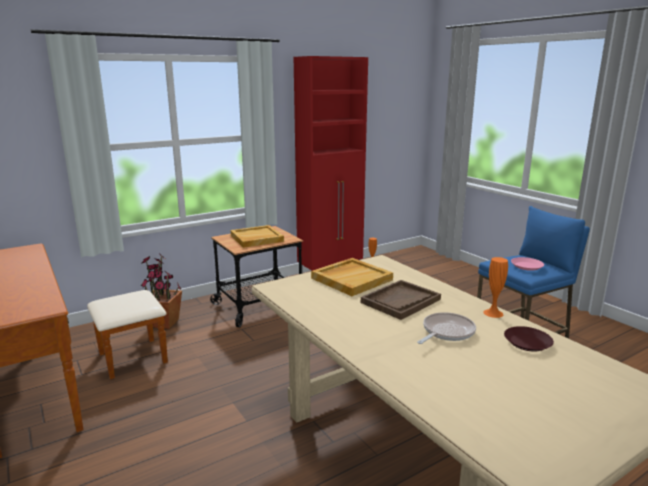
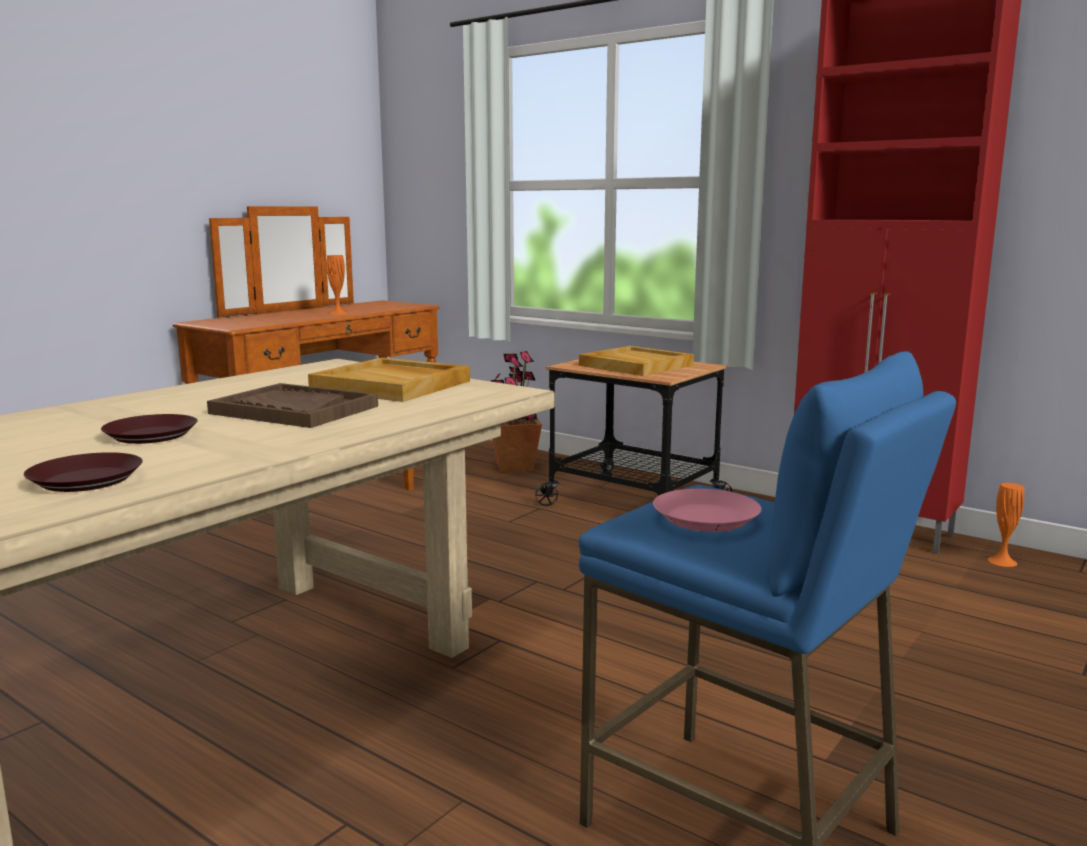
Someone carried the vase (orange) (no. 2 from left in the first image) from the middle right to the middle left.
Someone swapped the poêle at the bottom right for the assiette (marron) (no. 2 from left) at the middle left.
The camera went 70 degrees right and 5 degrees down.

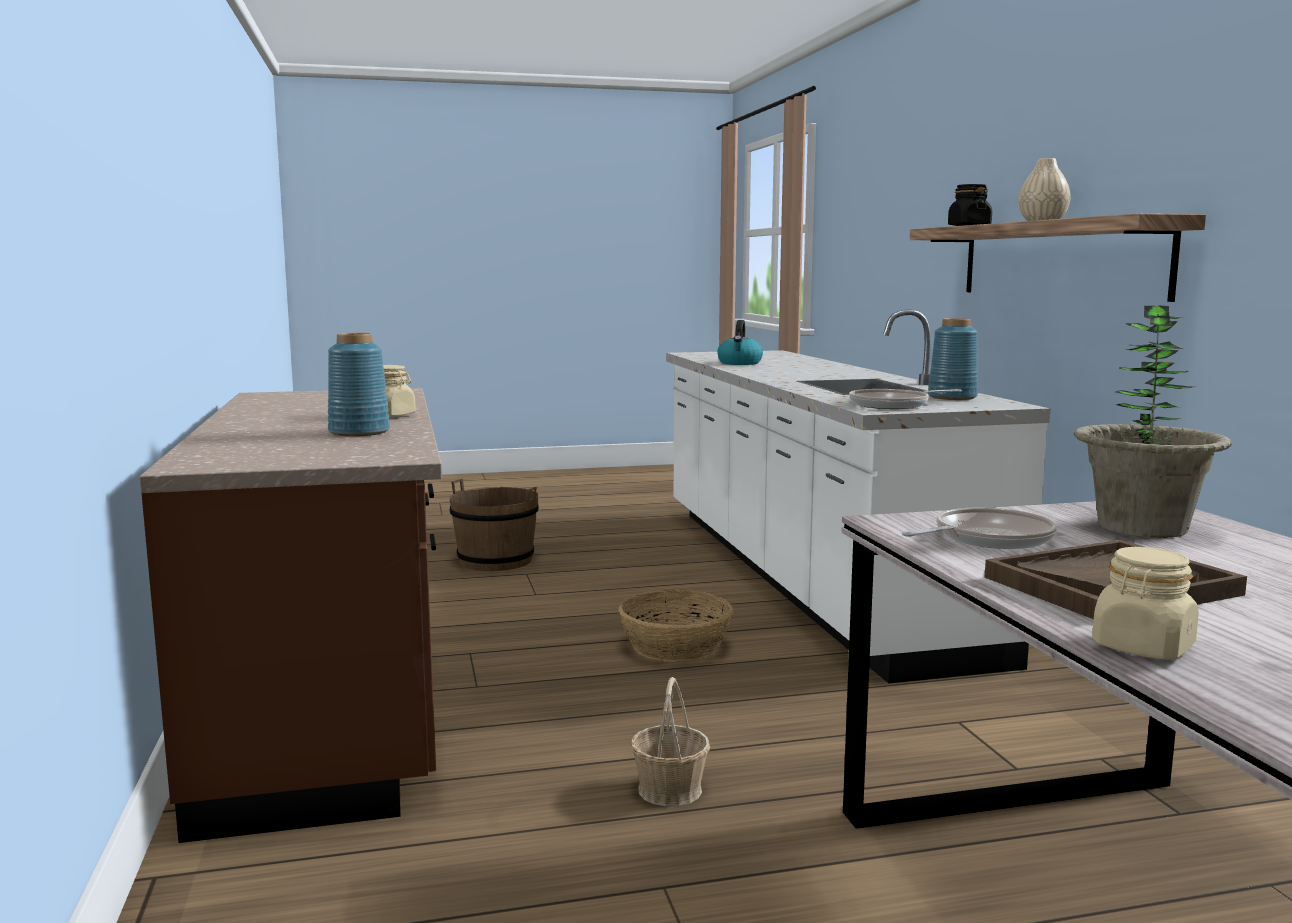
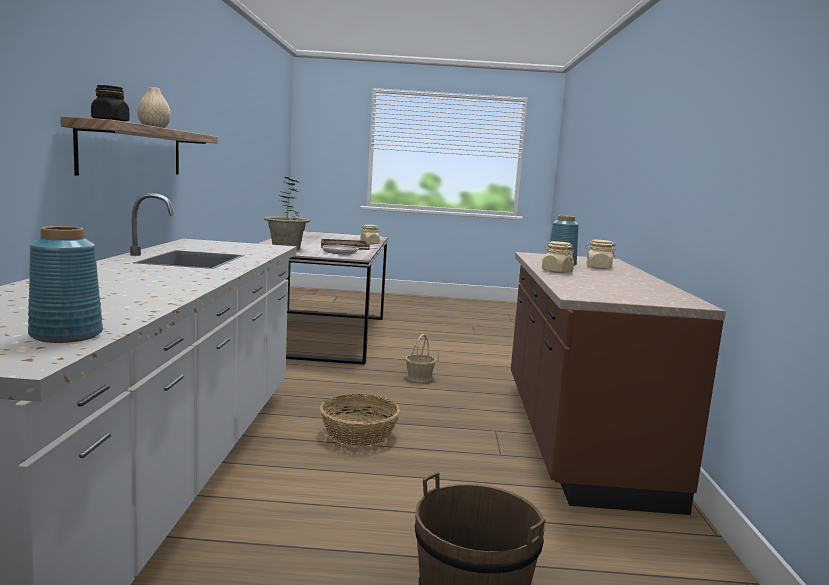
Someone took away the bouilloire at the centre.
Someone took away the poêle (no. 1 from left) at the middle right.
Someone put down the bocal (beige) (no. 3 from left) at the middle right.
Someone carried the vase (bleu) (no. 2 from left in the first image) from the middle right to the middle left.
The camera went 165 degrees left and 0 degrees up.

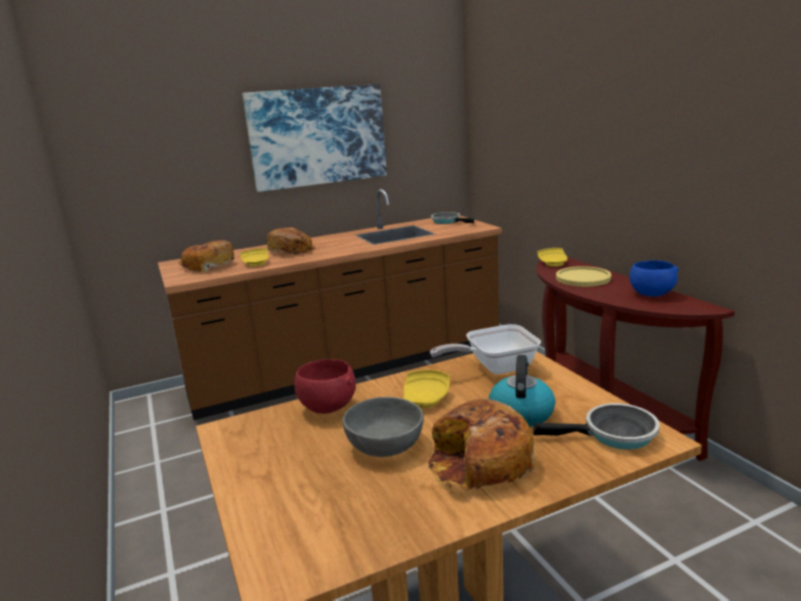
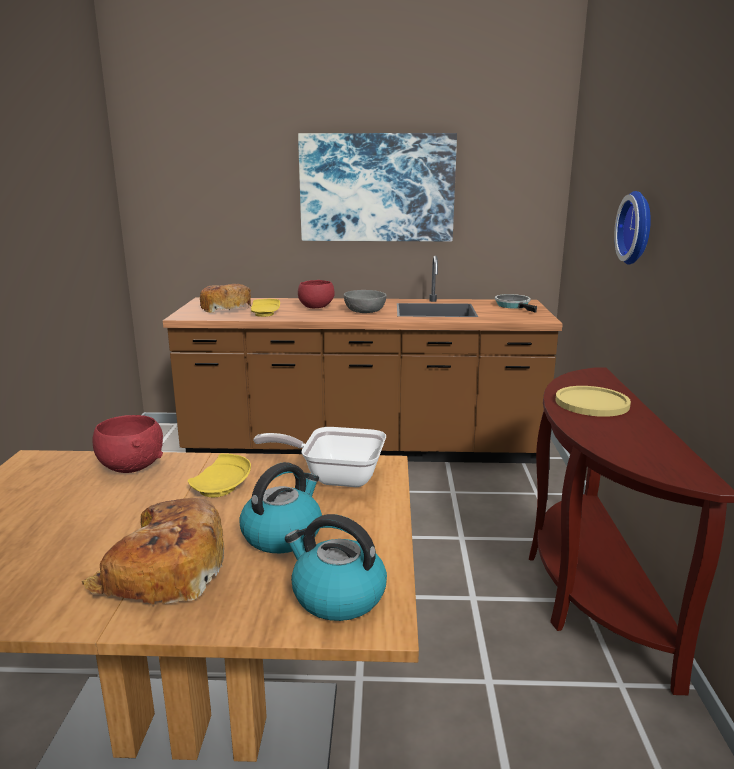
Someone took away the assiette (jaune) (no. 3 from left) at the middle right.
Someone took away the bol (bleu) at the middle right.
Someone put up the horloge murale at the top right.
Someone carried the bol (gris) from the bottom centre to the centre.
Someone swapped the pain (no. 2 from left) at the centre for the bol (rouge) (no. 2 from left) at the centre.
Someone swapped the poêle (no. 3 from left) at the bottom right for the bouilloire (no. 2 from left) at the bottom centre.
The camera went 25 degrees right and 0 degrees up.

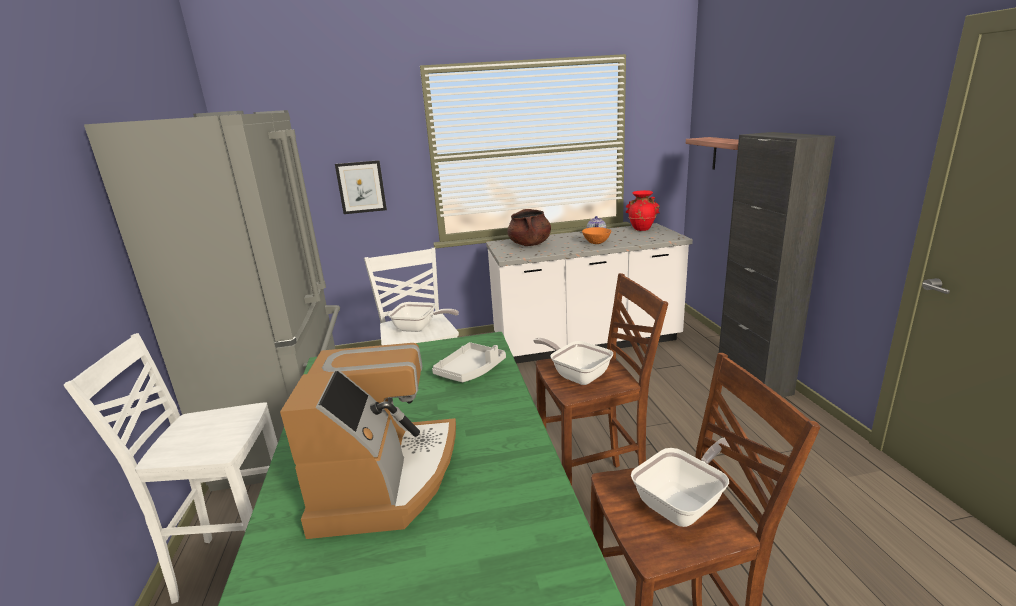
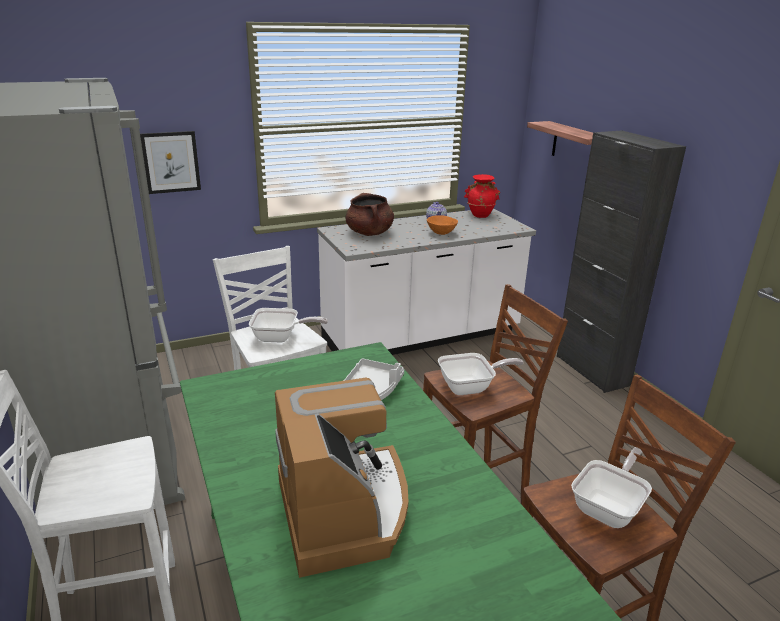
Someone rotated the poêle (no. 2 from left) at the centre by 135 degrees clockwise.
The camera went 15 degrees left and 5 degrees up.

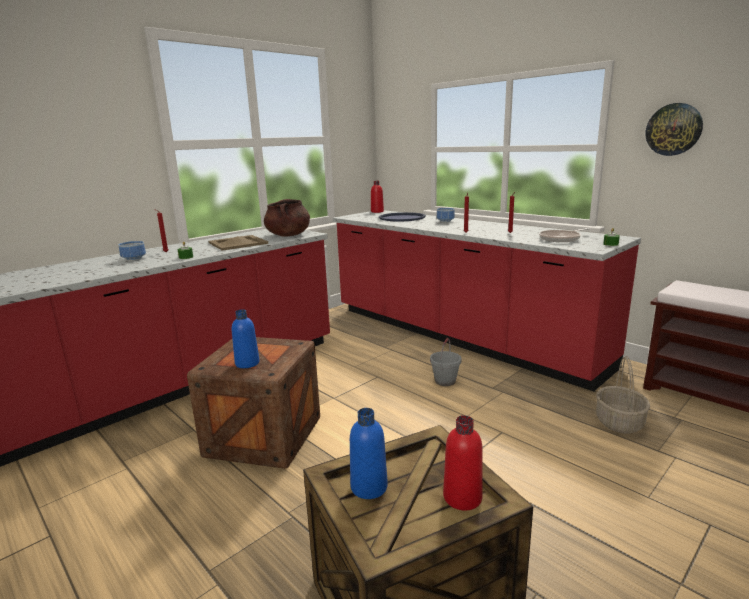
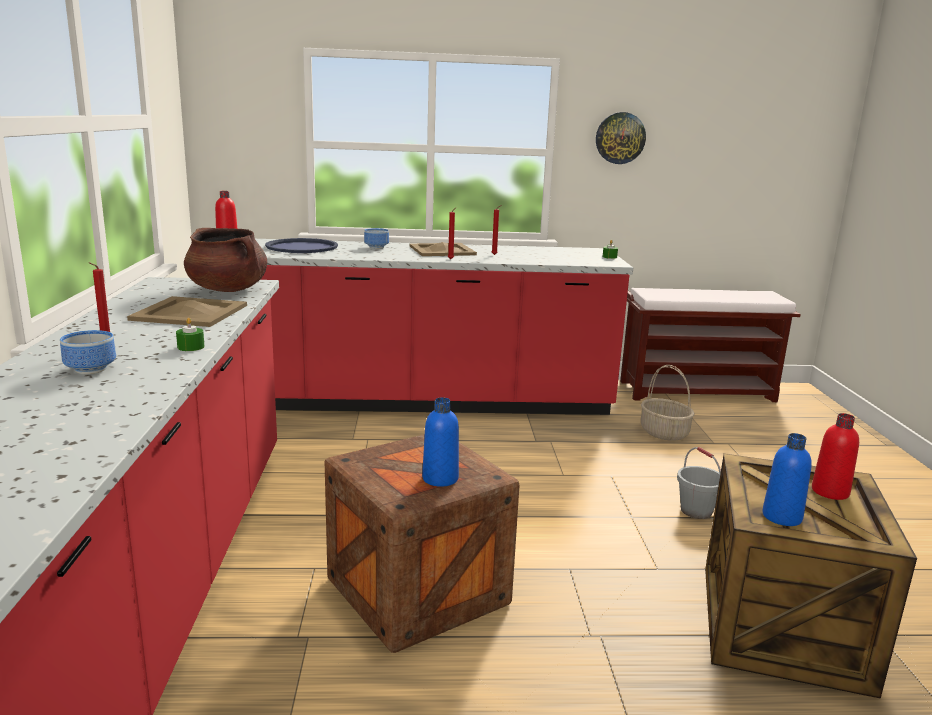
Someone took away the poêle at the middle right.
Someone put down the plateau (beige) (no. 2 from left) at the centre.
Someone carried the seau (gris) from the centre to the bottom right.
The camera went 50 degrees left and 0 degrees up.

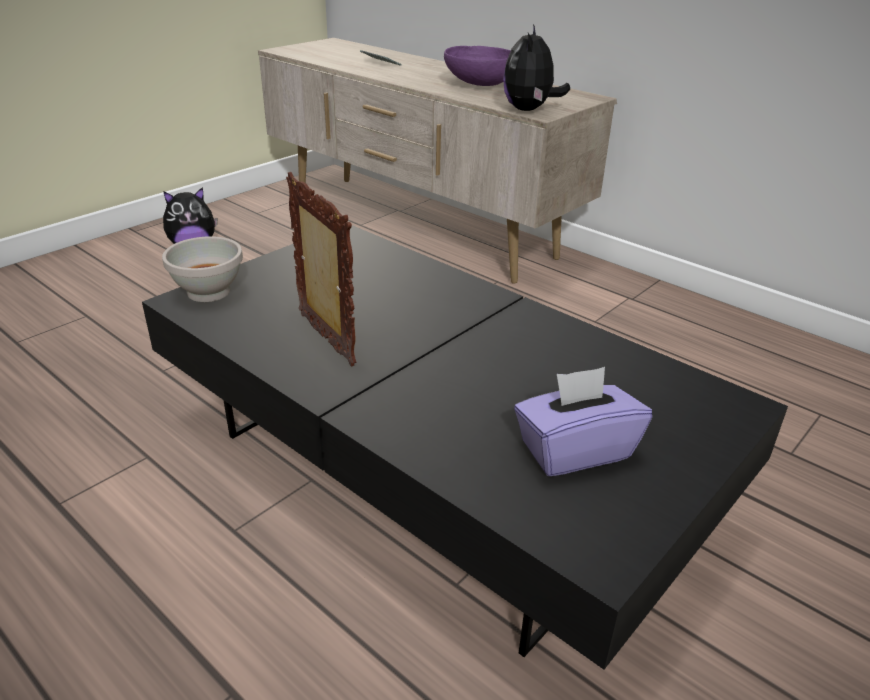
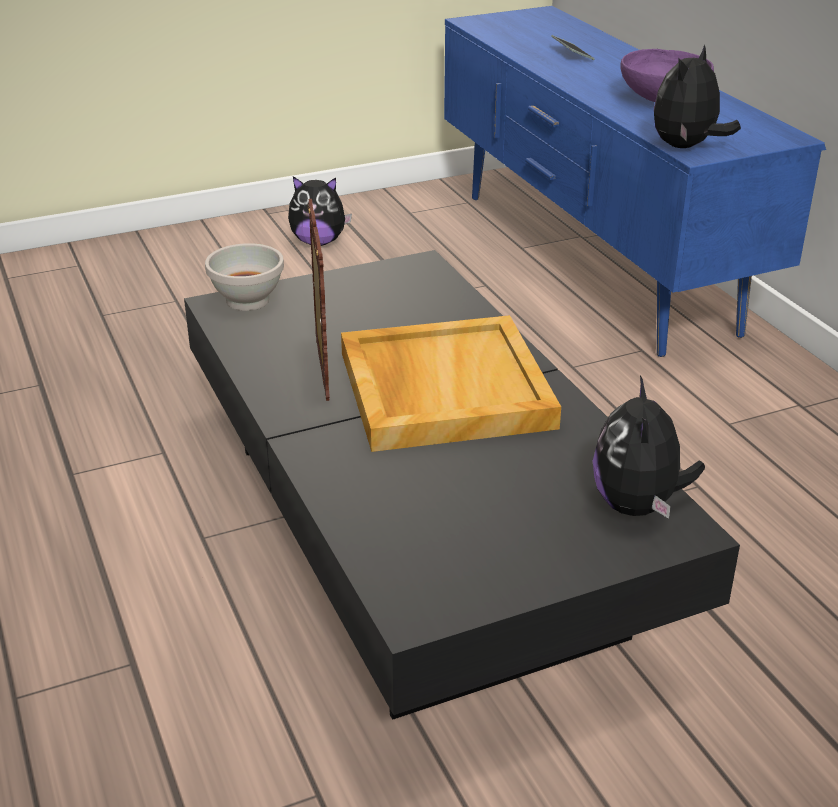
Someone took away the boîte à mouchoirs (violet) at the middle right.
Someone put down the plateau (beige) at the centre.
Someone put down the peluche (no. 2 from left) at the middle right.
Someone repainted the meuble télé (beige) at the top centre, which became the meuble télé (bleu) at the top right.
The camera went 25 degrees right and 0 degrees up.

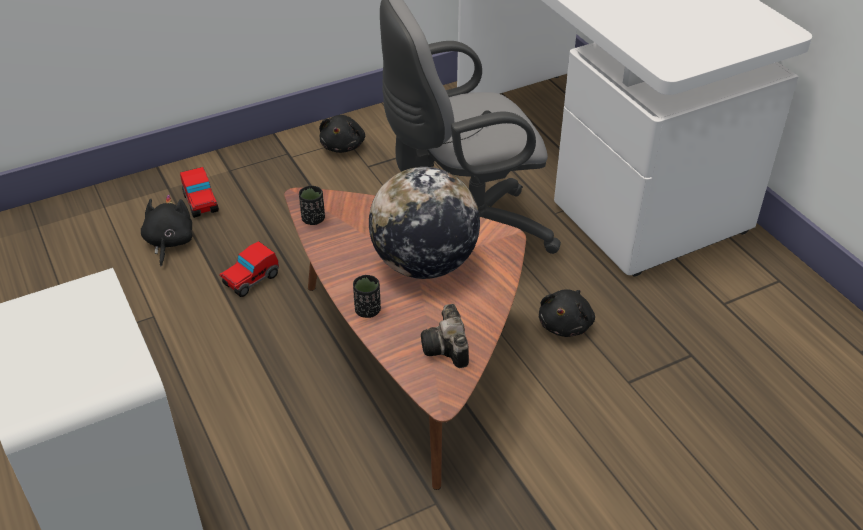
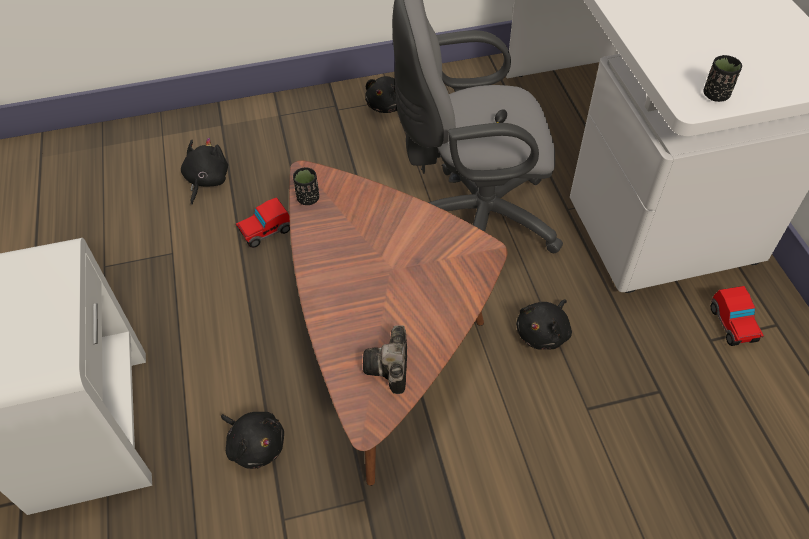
Someone took away the globe at the centre.
Someone put down the peluche (noir) (no. 2 from left) at the bottom left.
Someone carried the petite voiture (no. 1 from left in the first image) from the middle left to the middle right.
Someone carried the tasse (noir) (no. 2 from left) from the centre to the top right.
The camera went 15 degrees right and 10 degrees up.

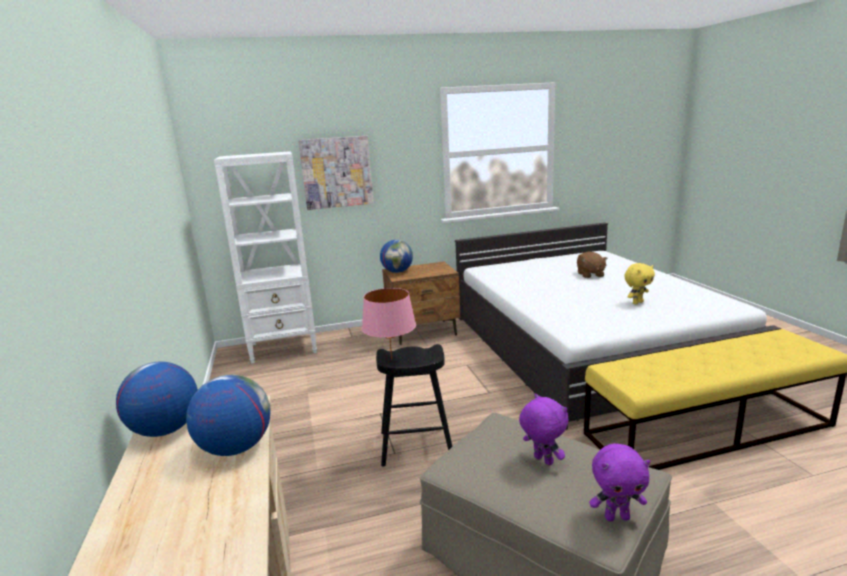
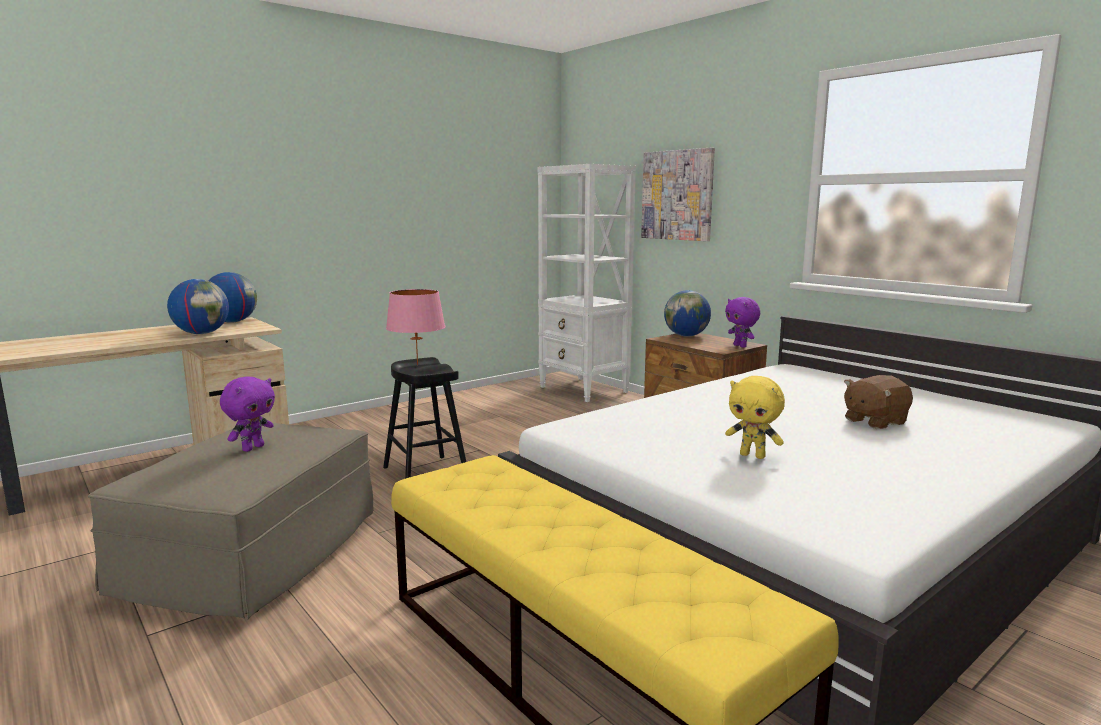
Someone carried the peluche (violet) (no. 2 from left) from the bottom right to the middle right.
The camera went 65 degrees right and 5 degrees down.

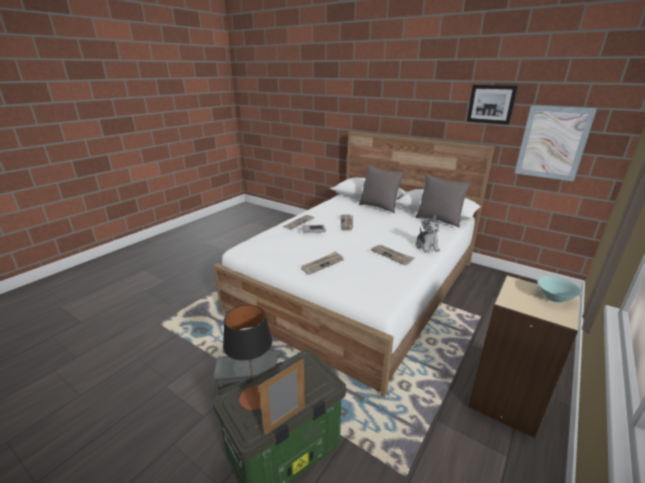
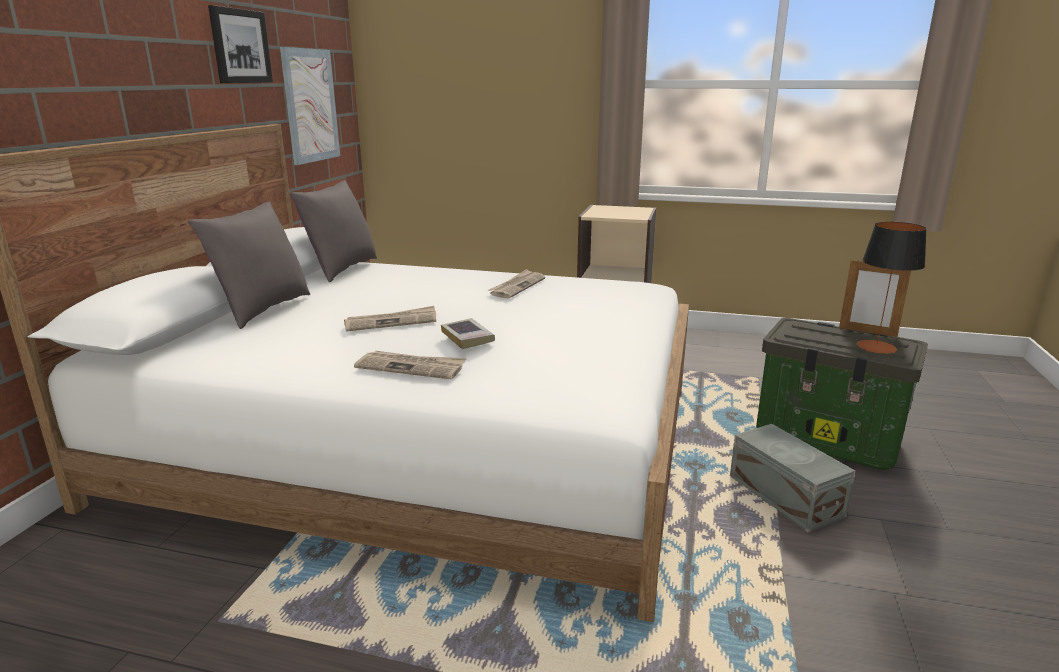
Someone took away the journal (no. 2 from left) at the centre.
Someone took away the peluche at the centre.
Someone took away the bol (turquoise) at the middle right.
The camera went 110 degrees left and 5 degrees down.

